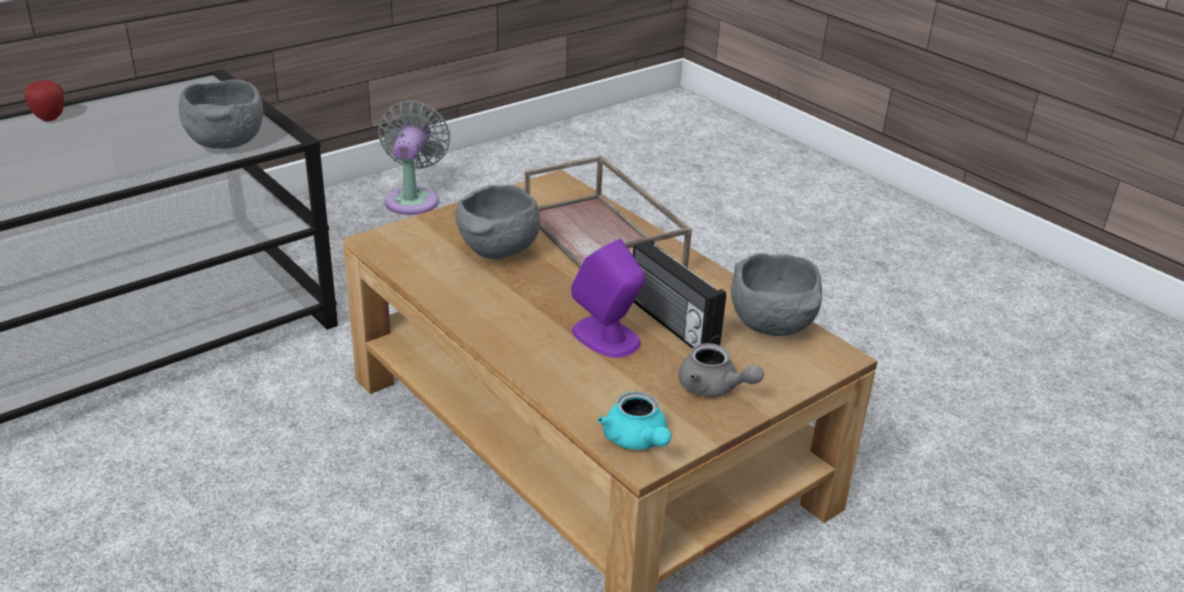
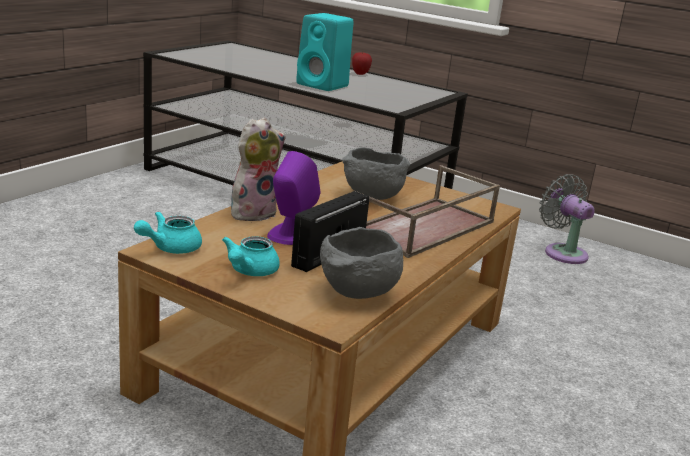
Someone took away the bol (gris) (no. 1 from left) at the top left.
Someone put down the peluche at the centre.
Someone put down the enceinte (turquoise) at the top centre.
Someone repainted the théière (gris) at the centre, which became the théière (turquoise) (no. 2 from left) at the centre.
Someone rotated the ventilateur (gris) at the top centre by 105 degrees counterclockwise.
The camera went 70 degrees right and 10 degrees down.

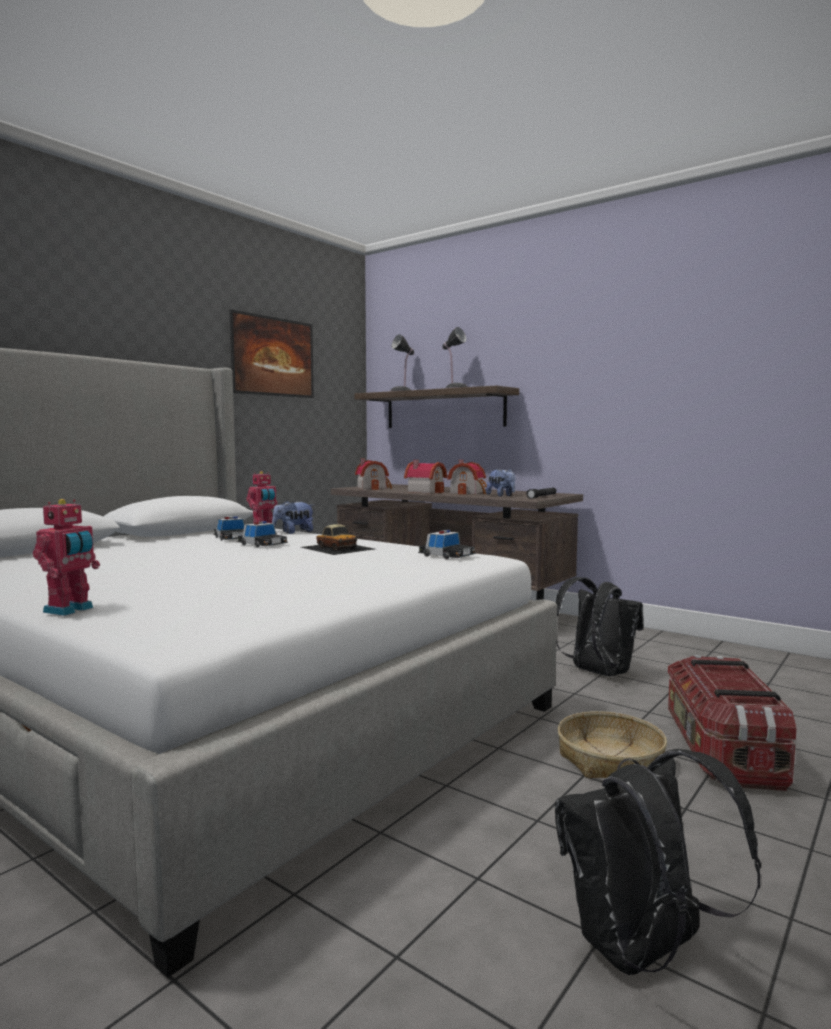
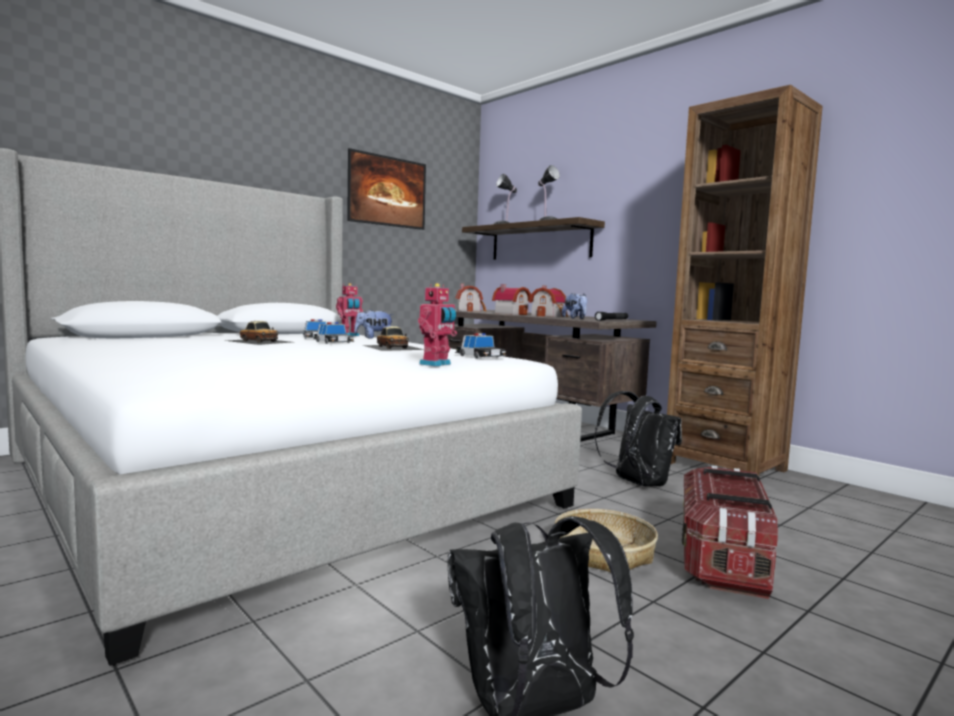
Someone put down the petite voiture (no. 1 from left) at the middle left.
Someone put down the bibliothèque (marron) at the middle right.
Someone carried the robot jouet (no. 1 from left in the first image) from the middle left to the centre.
The camera went 10 degrees right and 0 degrees up.

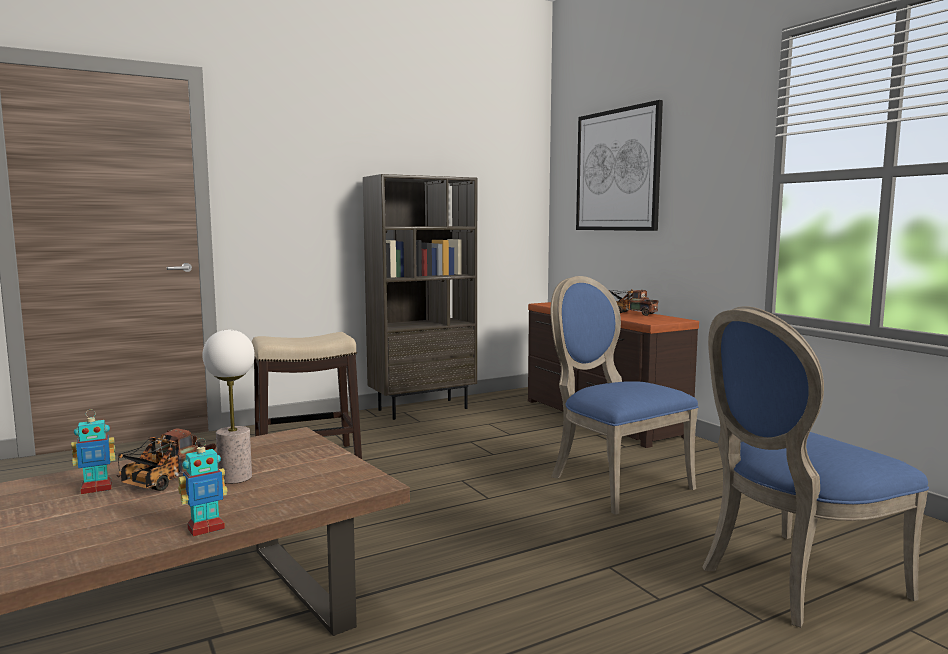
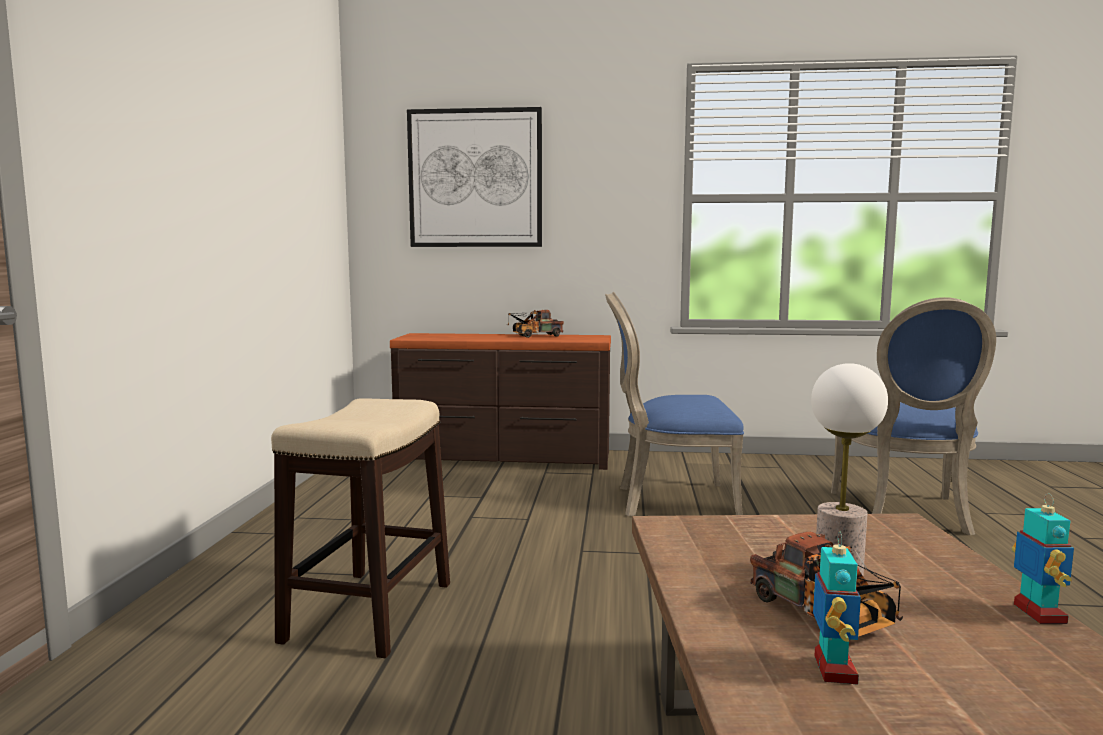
Someone took away the bibliothèque (marron) at the centre.
The camera went 55 degrees left and 0 degrees up.

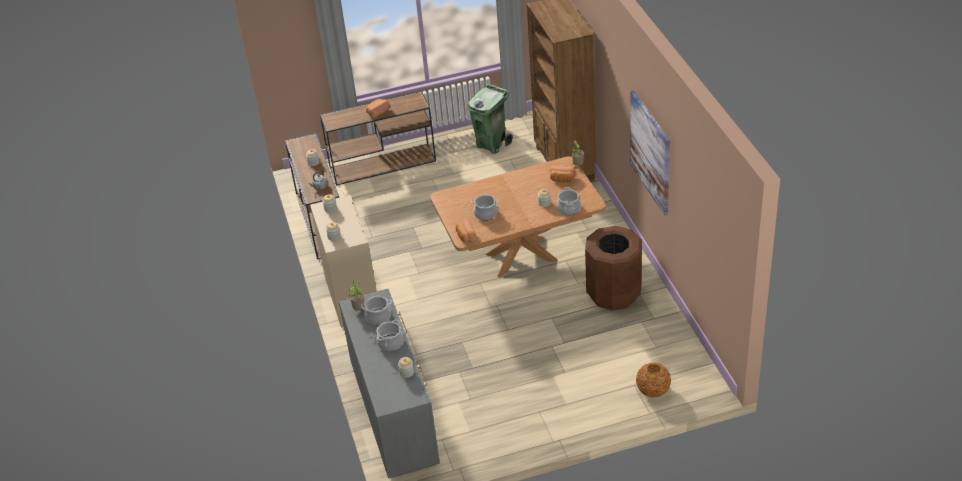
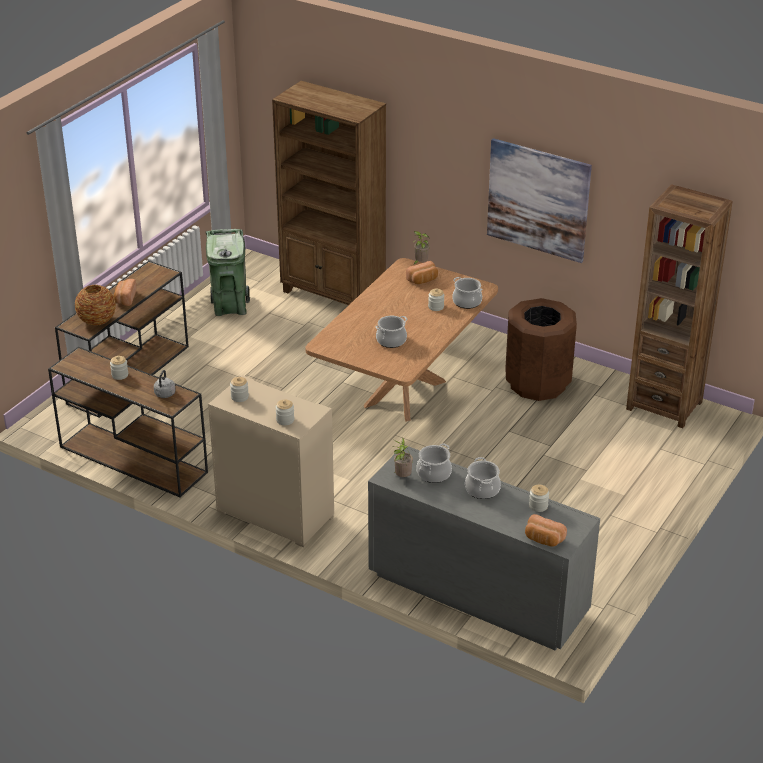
Someone put down the bibliothèque (marron) (no. 2 from left) at the middle right.
Someone carried the pain (no. 2 from left in the first image) from the centre to the bottom right.
Someone carried the vase from the bottom right to the middle left.
The camera went 45 degrees left and 5 degrees down.

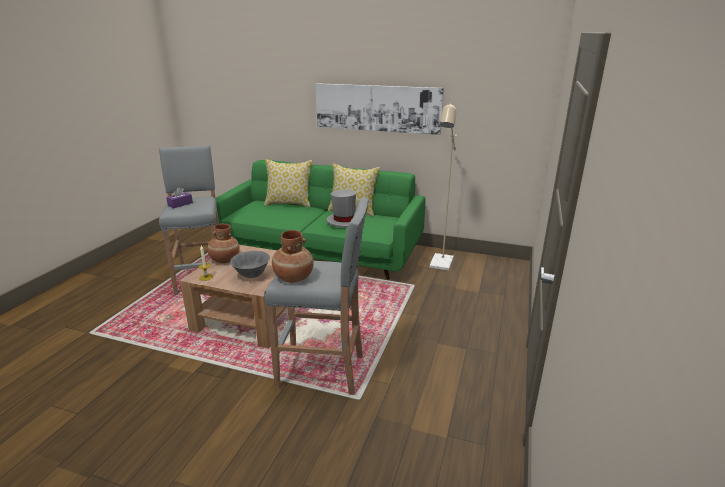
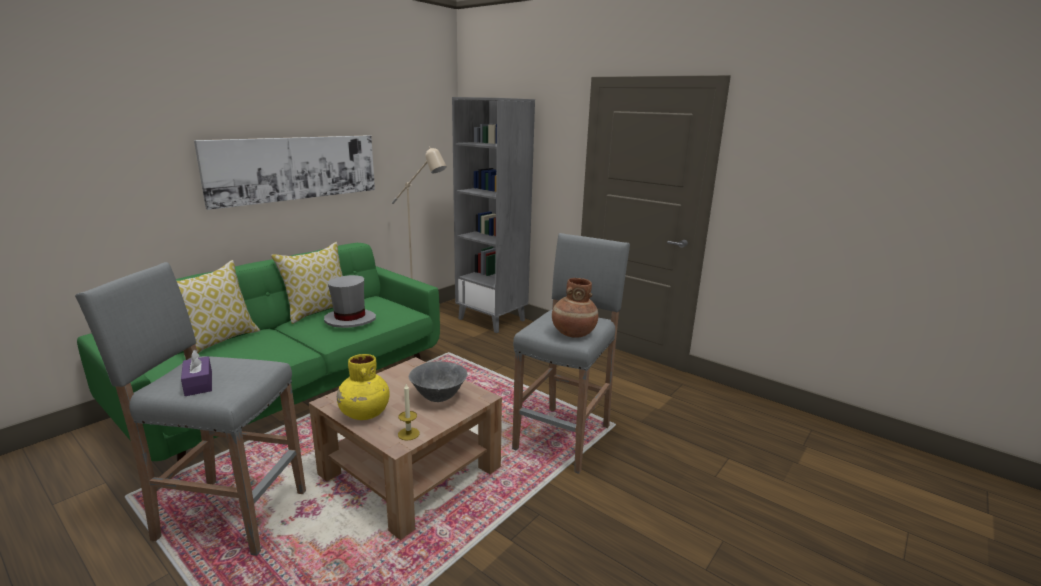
Someone put down the bibliothèque (gris) at the centre.
Someone repainted the vase (marron) (no. 1 from left) at the middle left, which became the vase (jaune) at the centre.
The camera went 70 degrees left and 5 degrees down.

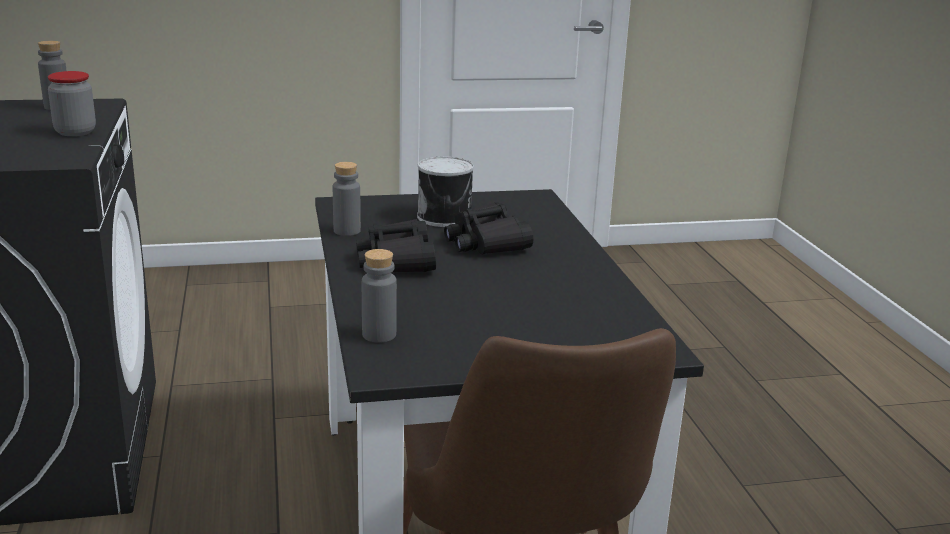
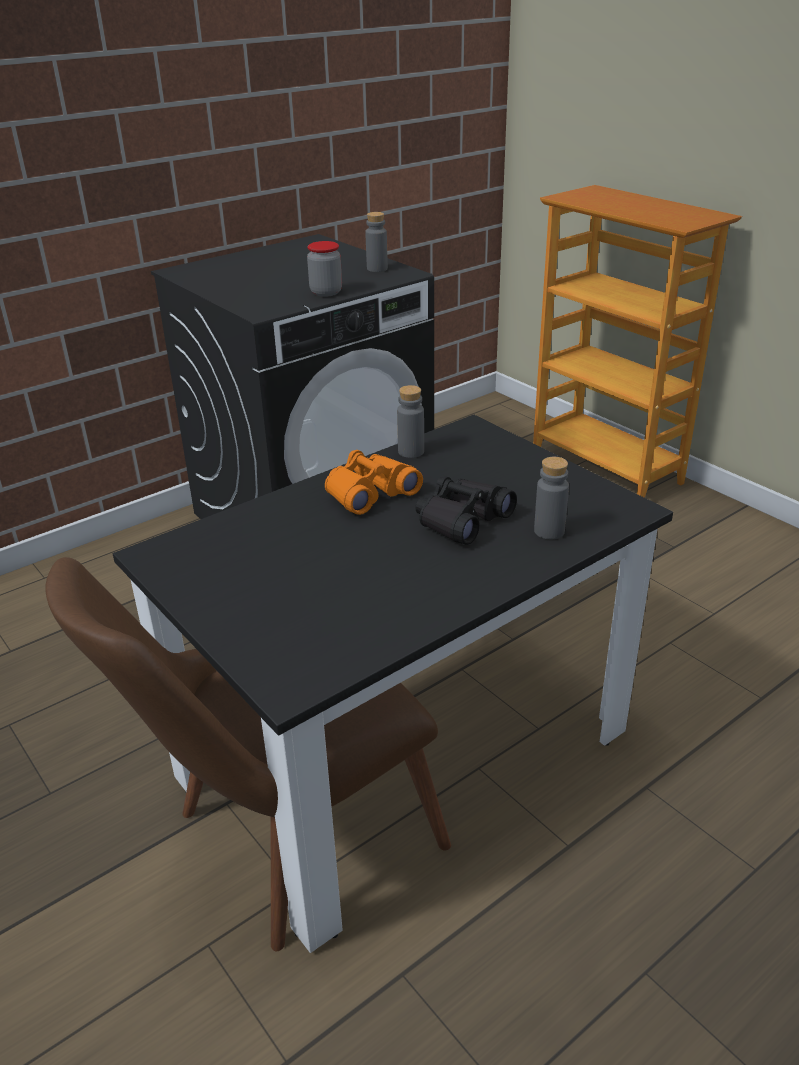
Someone took away the boîte métallique at the centre.
Someone put down the bibliothèque at the top right.
Someone carried the bouteille (gris) (no. 3 from left) from the centre to the middle right.
Someone repainted the jumelles (noir) (no. 1 from left) at the centre, which became the jumelles (orange) at the centre.
The camera went 65 degrees right and 10 degrees up.

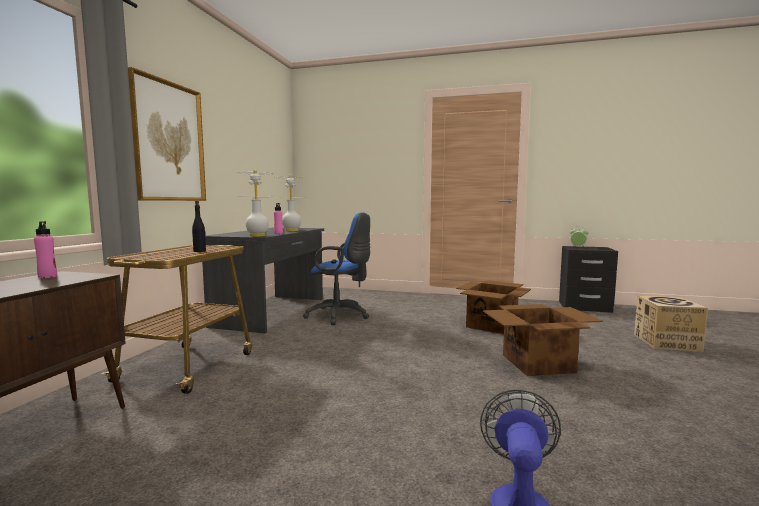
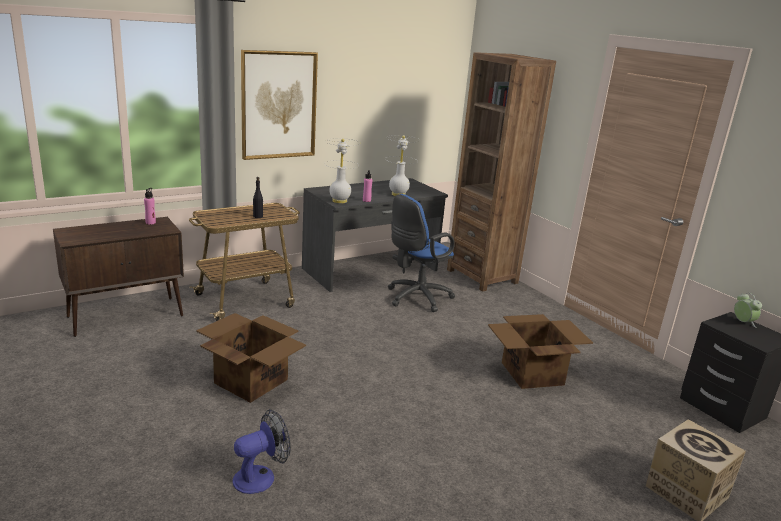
Someone put down the bibliothèque (marron) at the top centre.
Someone carried the carton (no. 2 from left in the first image) from the bottom right to the bottom left.
Someone rotated the chaise de bureau (bleu) at the centre by 75 degrees clockwise.
The camera went 40 degrees right and 15 degrees up.

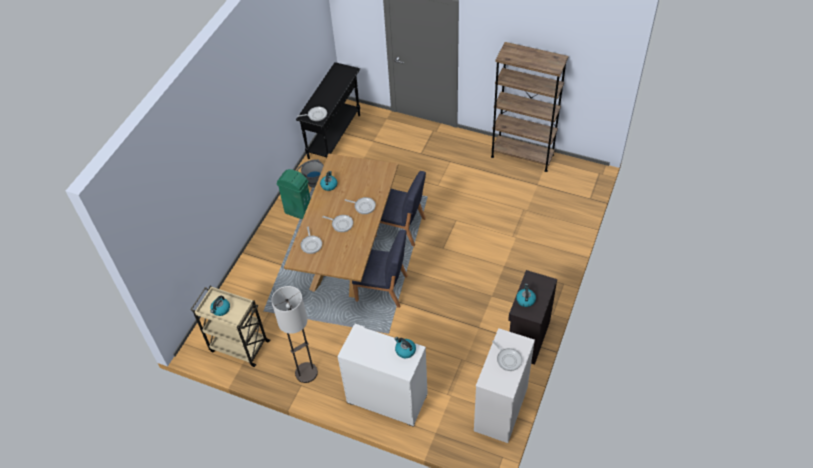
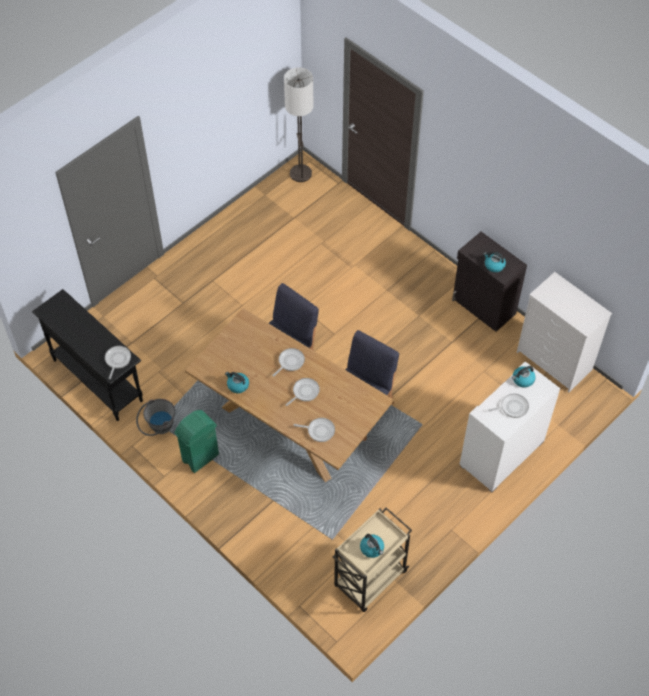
Someone took away the bibliothèque (marron) at the top centre.
Someone carried the lampadaire from the bottom centre to the top centre.
Someone carried the poêle (no. 5 from left) from the bottom centre to the middle right.
The camera went 70 degrees left and 5 degrees up.

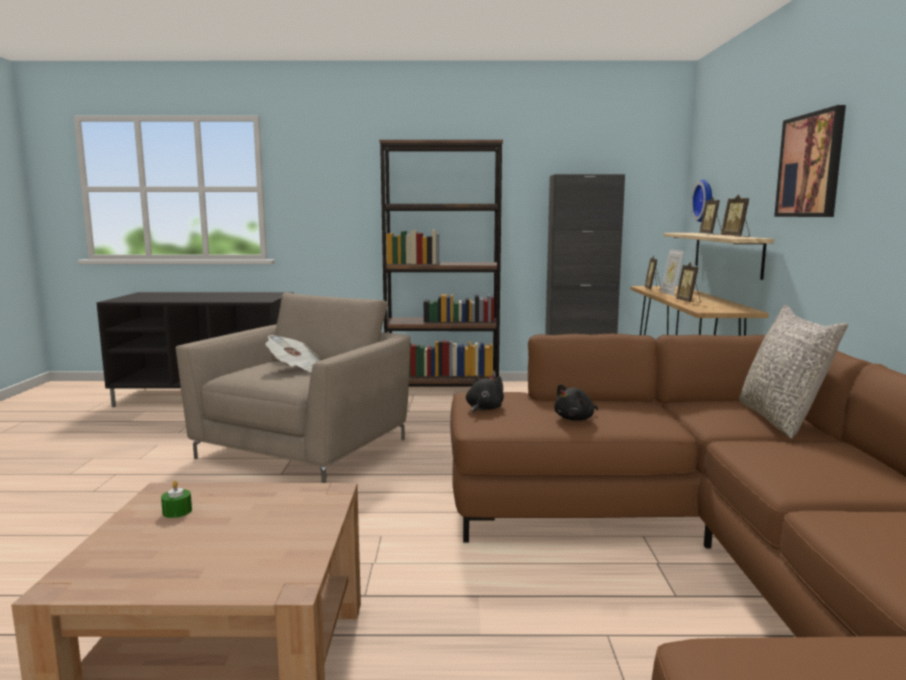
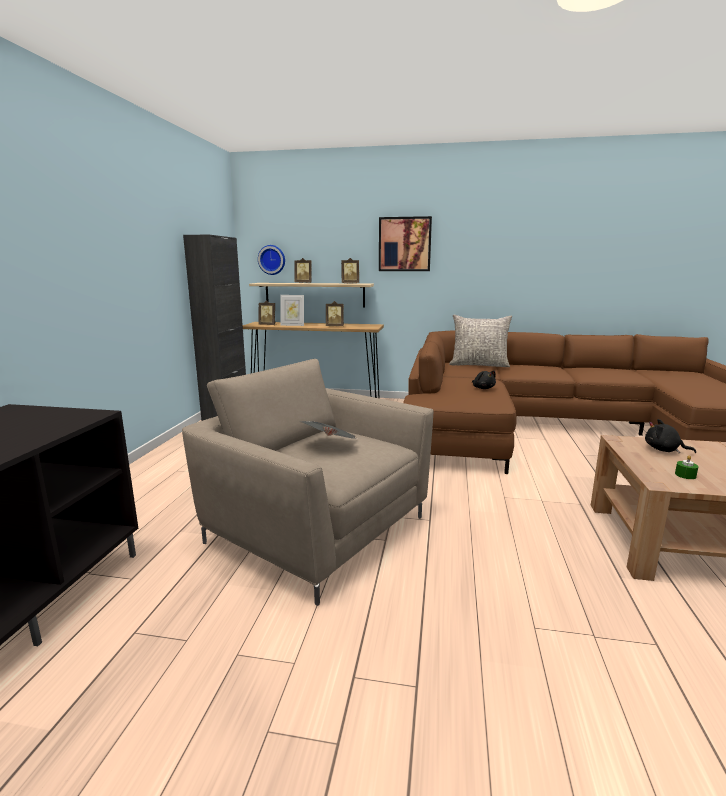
Someone took away the bibliothèque (marron) at the centre.
Someone carried the peluche (noir) (no. 1 from left in the first image) from the centre to the middle right.
The camera went 80 degrees left and 5 degrees up.

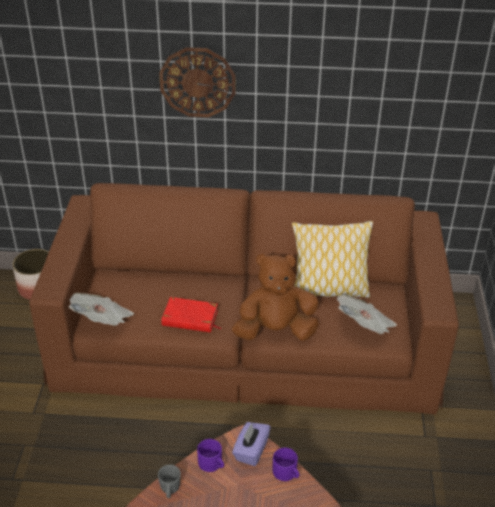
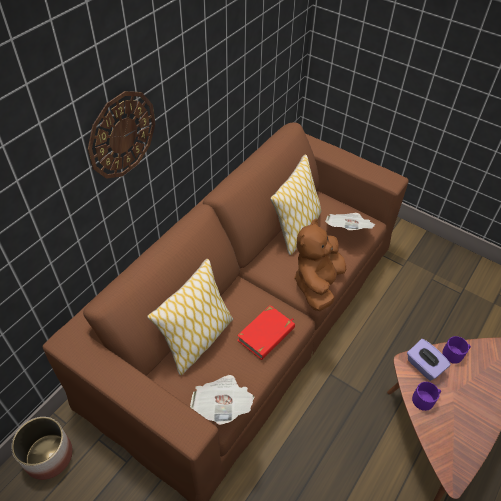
Someone took away the mug (gris) at the bottom centre.
Someone put down the coussin (no. 1 from left) at the centre.
The camera went 60 degrees left and 10 degrees up.

